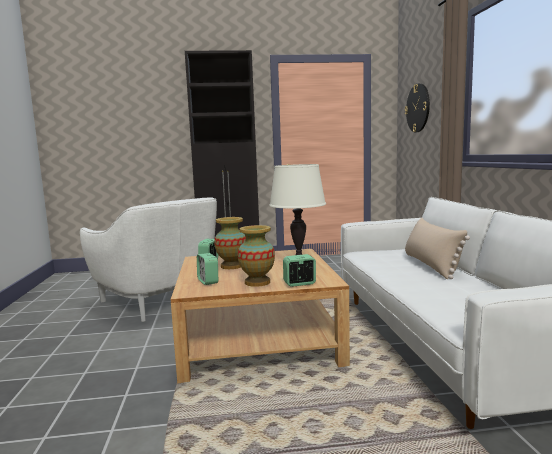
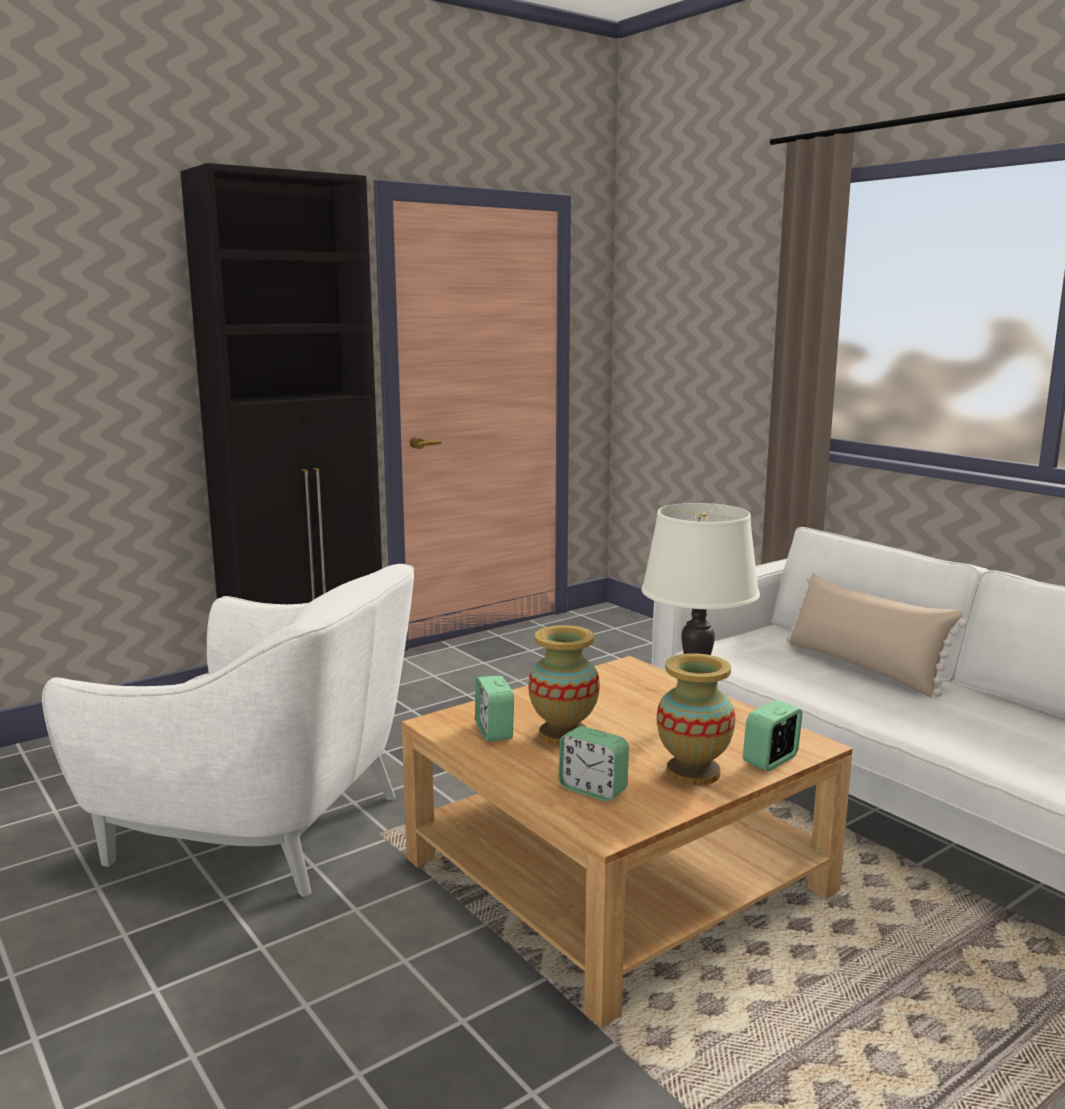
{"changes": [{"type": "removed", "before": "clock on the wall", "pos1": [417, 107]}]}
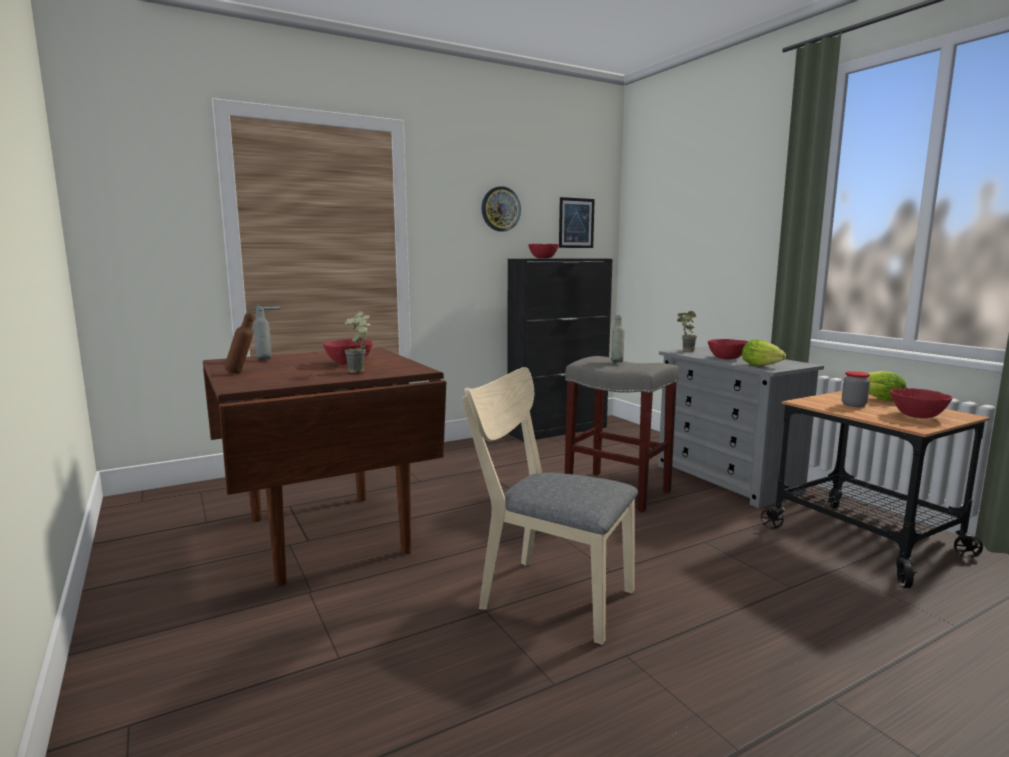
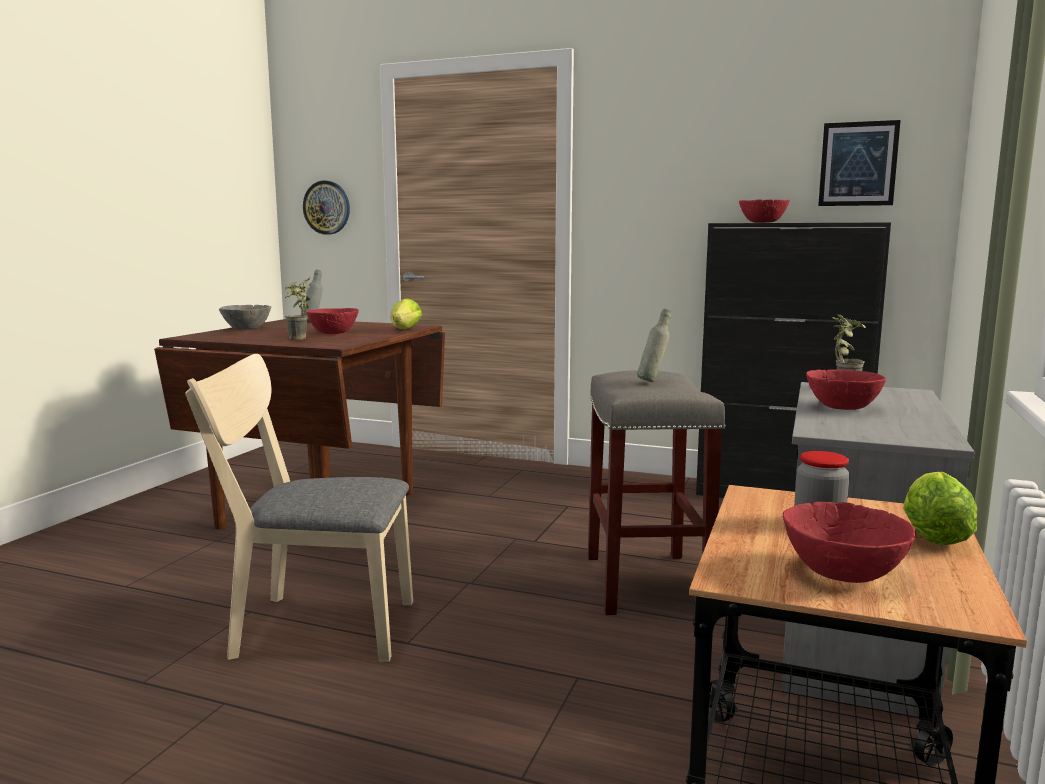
{"changes": [{"type": "moved", "before": "clock on the wall", "pos1": [501, 209], "pos2": [326, 208]}, {"type": "moved", "before": "lettuce", "pos1": [764, 353], "pos2": [406, 313]}, {"type": "replaced", "before": "brownish bottle", "after": "gray bowl", "pos1": [239, 343], "pos2": [245, 317]}, {"type": "turned", "before": "beige-coloured plain chair", "pos1": [550, 506], "pos2": [299, 508], "turn": -75}]}
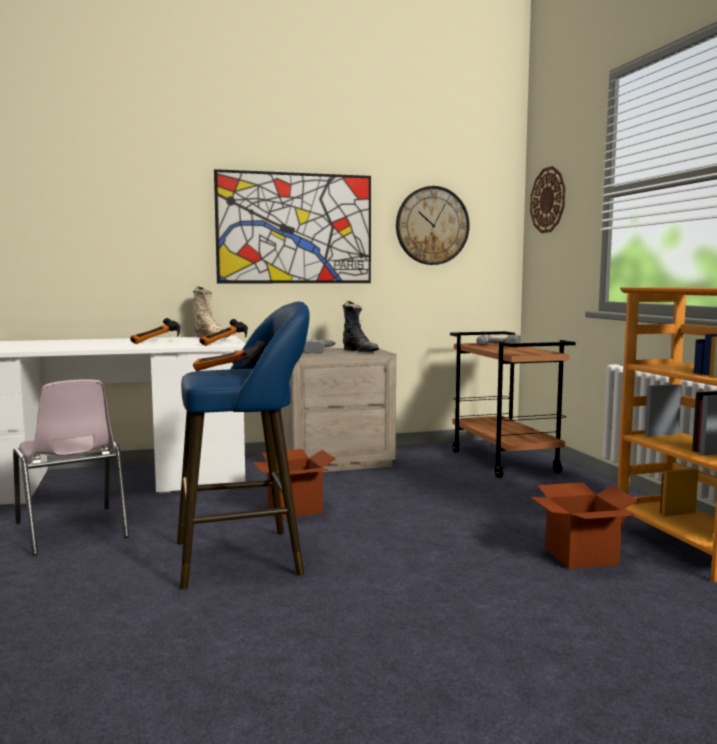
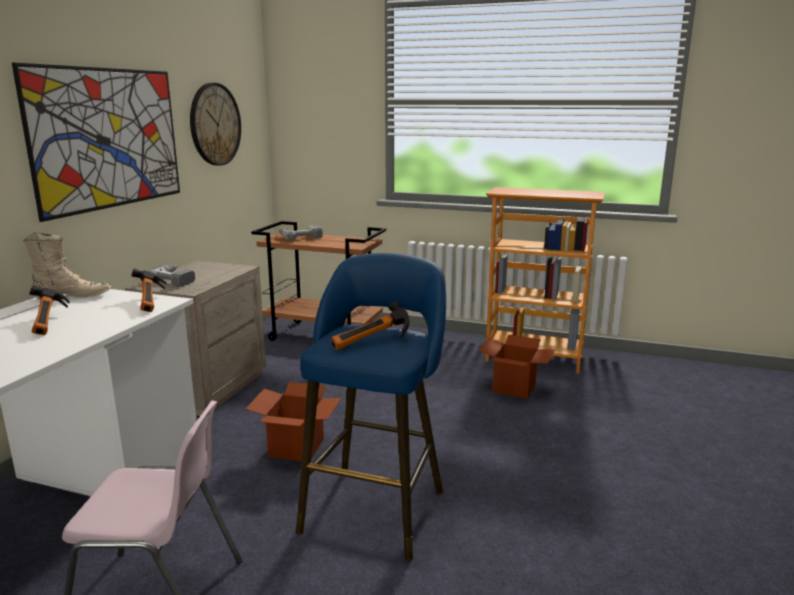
{"changes": [{"type": "removed", "before": "black-coloured high-top boot", "pos1": [360, 326]}, {"type": "removed", "before": "clock on the wall", "pos1": [548, 199]}]}
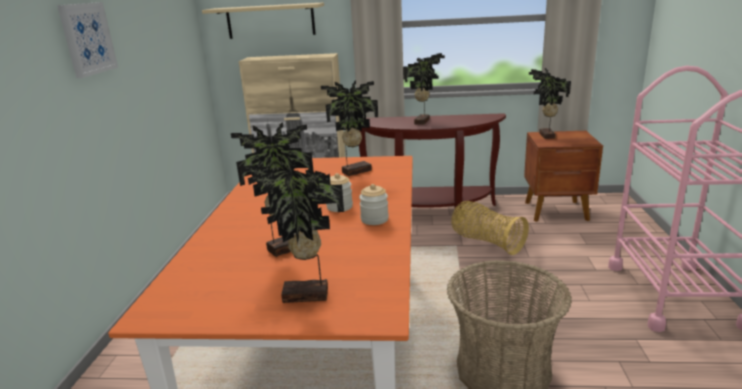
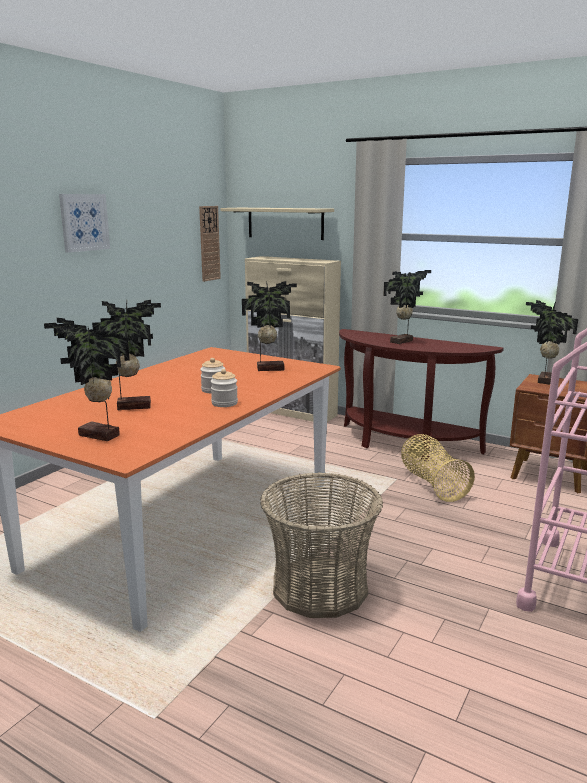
{"changes": [{"type": "added", "after": "clock on the wall", "pos2": [210, 244]}]}
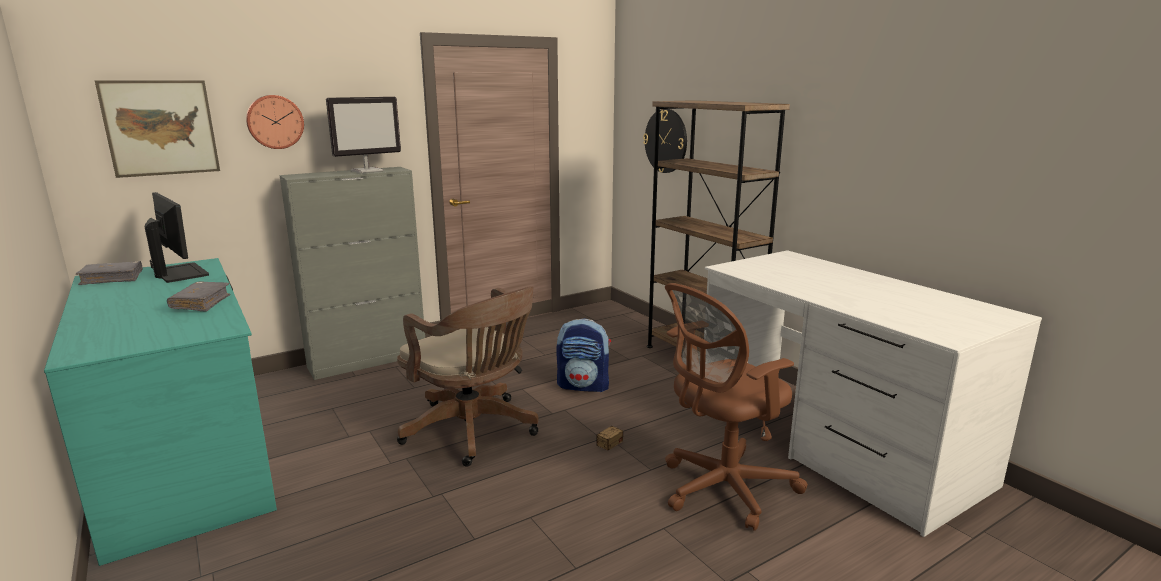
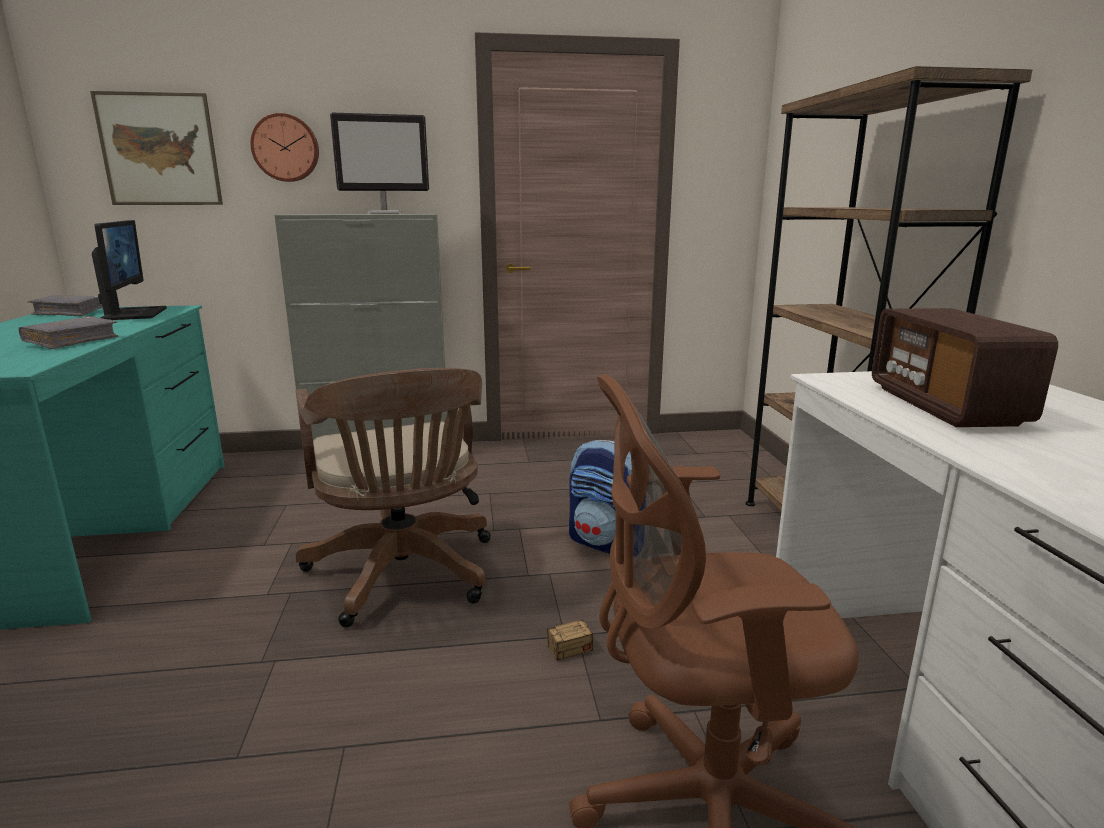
{"changes": [{"type": "removed", "before": "clock on the wall", "pos1": [665, 141]}, {"type": "added", "after": "radio receiver", "pos2": [965, 367]}]}
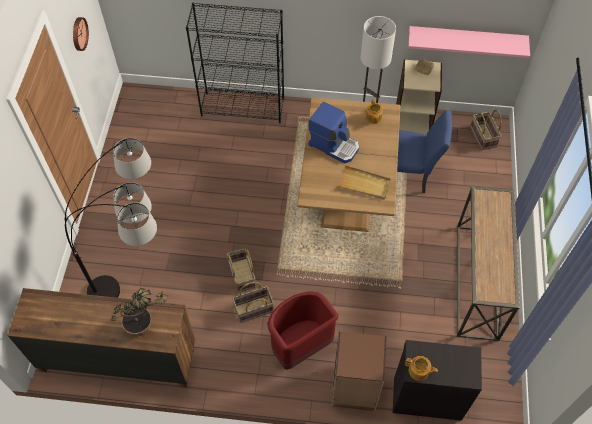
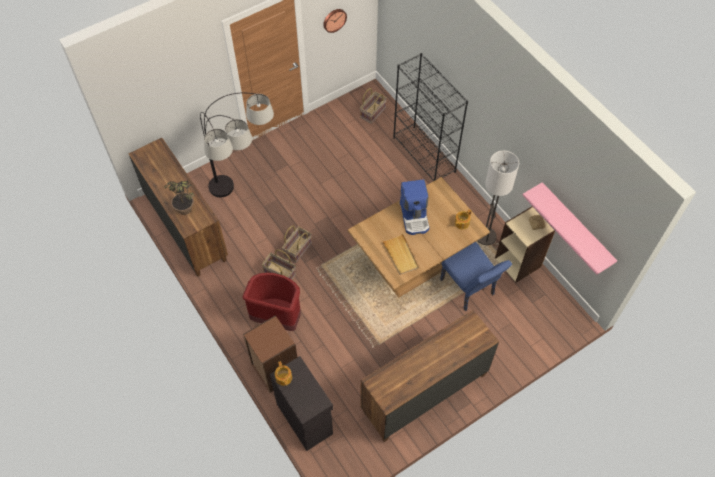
{"changes": [{"type": "moved", "before": "household basket", "pos1": [486, 130], "pos2": [373, 106]}, {"type": "replaced", "before": "hall table", "after": "brownish drawer chest", "pos1": [488, 263], "pos2": [429, 376]}]}
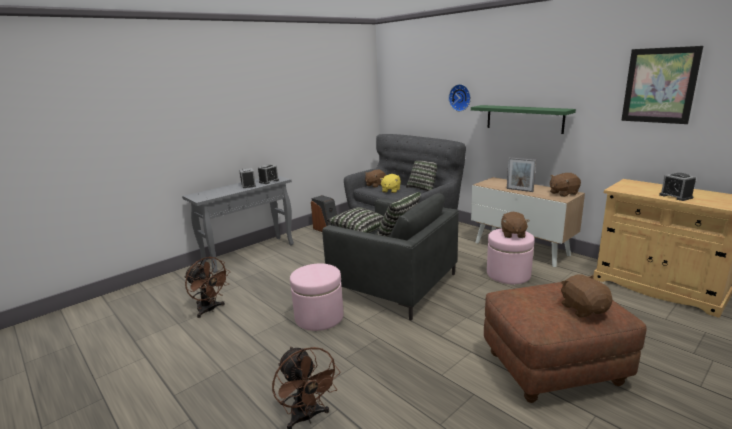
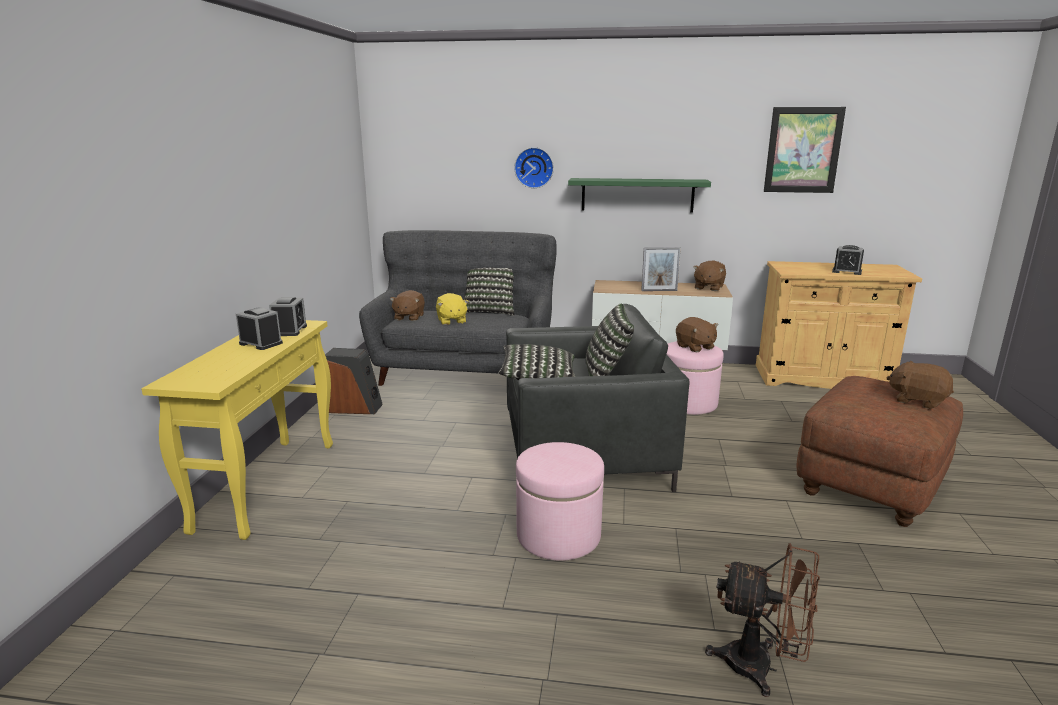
{"changes": [{"type": "removed", "before": "brownish fan", "pos1": [207, 287]}, {"type": "recoloured", "before": "gray hall table", "after": "yellow-coloured hall table", "pos1": [238, 224], "pos2": [237, 430]}]}
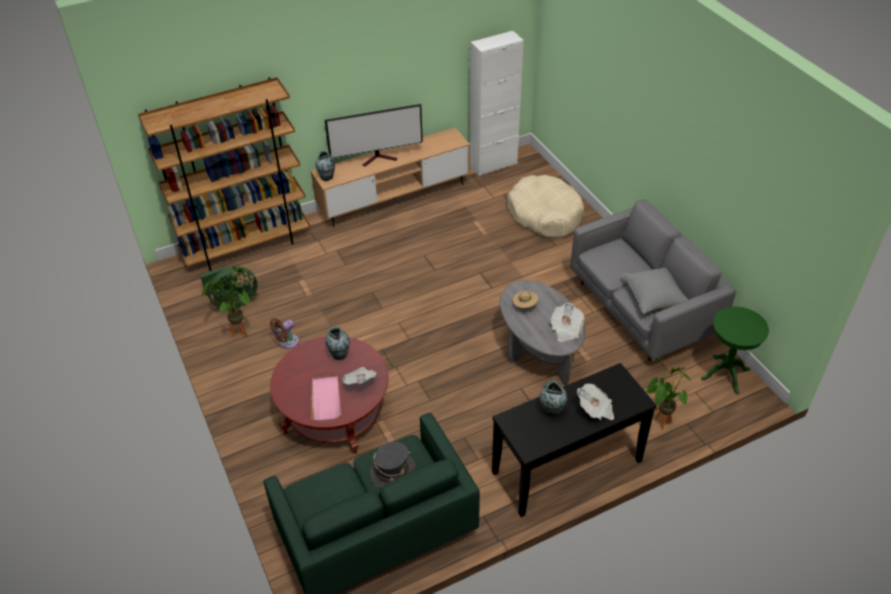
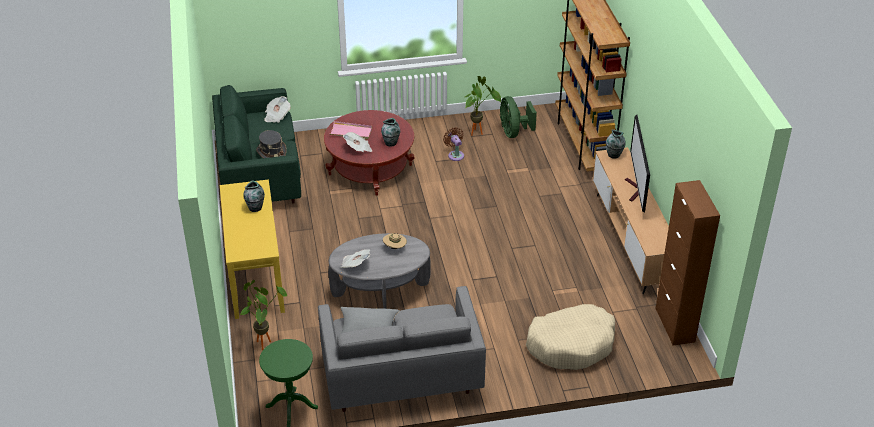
{"changes": [{"type": "moved", "before": "printed paper", "pos1": [595, 402], "pos2": [277, 109]}, {"type": "recoloured", "before": "whitish cabinet", "after": "brownish cabinet", "pos1": [497, 103], "pos2": [688, 263]}, {"type": "recoloured", "before": "black-coloured hall table", "after": "yellow-coloured hall table", "pos1": [574, 440], "pos2": [252, 249]}]}
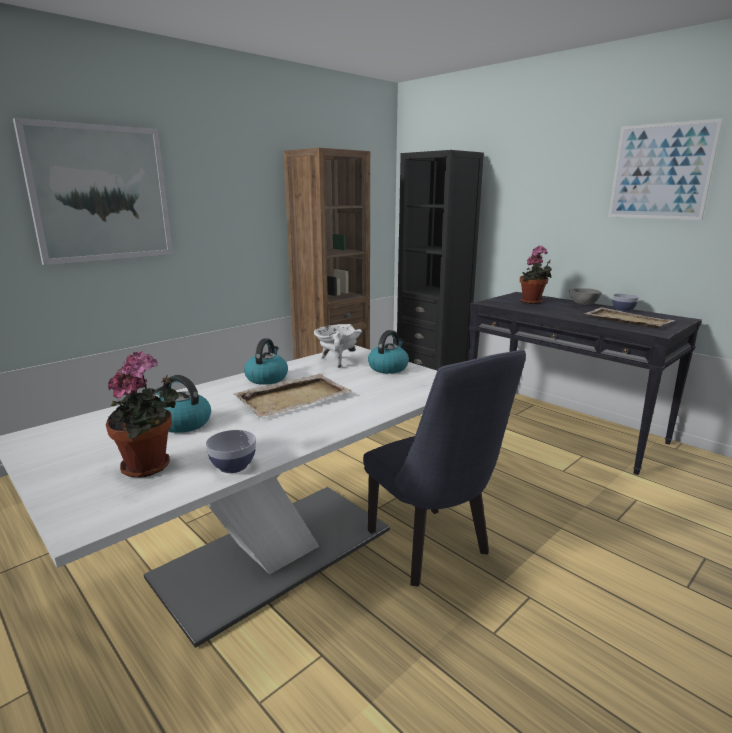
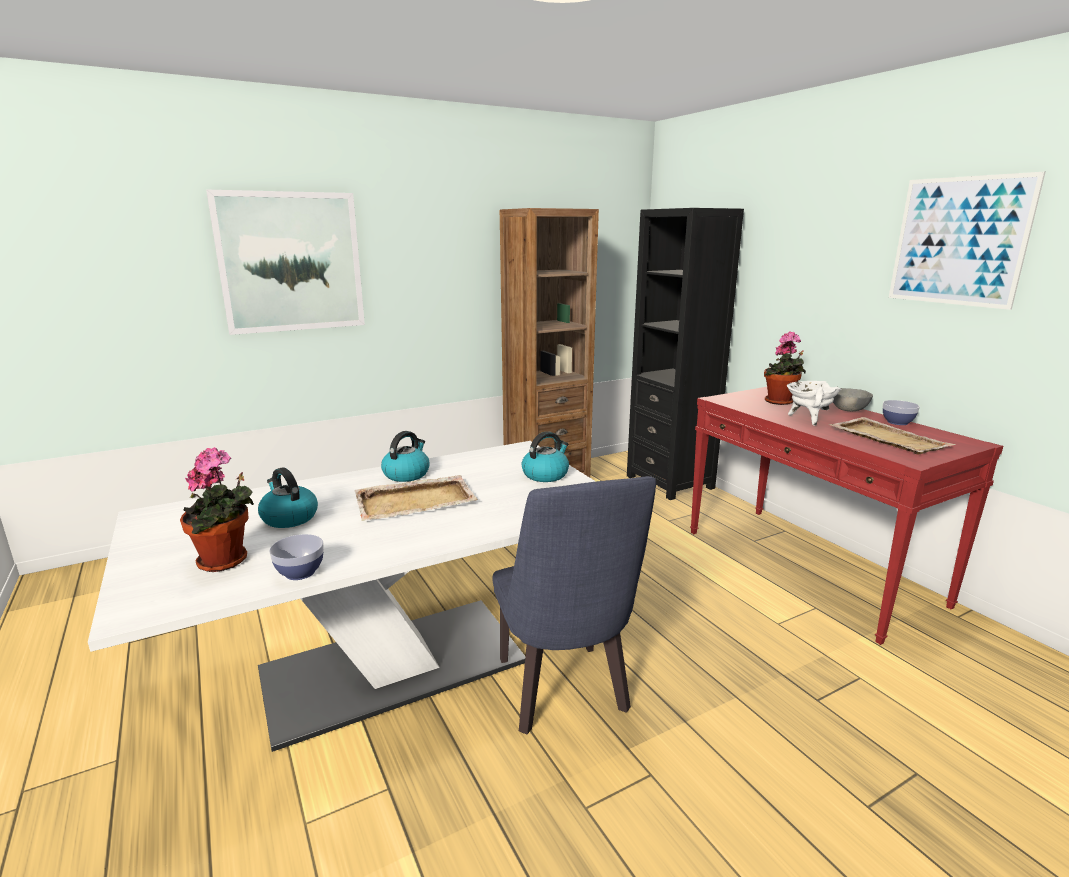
{"changes": [{"type": "moved", "before": "whitish cooking pot", "pos1": [338, 346], "pos2": [814, 403]}, {"type": "recoloured", "before": "black-coloured hall table", "after": "reddish hall table", "pos1": [585, 383], "pos2": [846, 516]}]}
